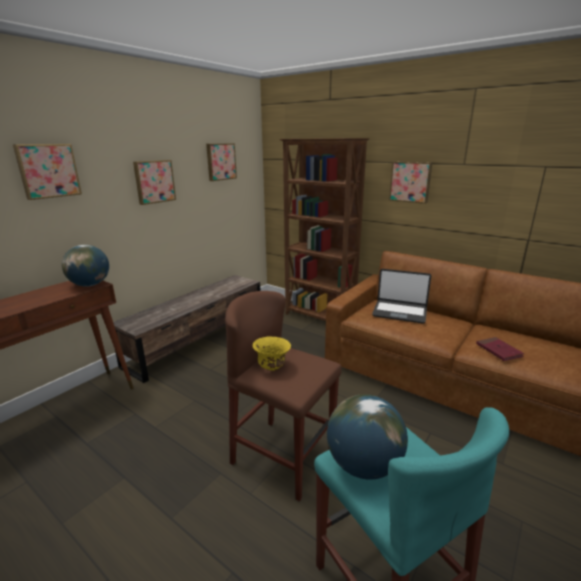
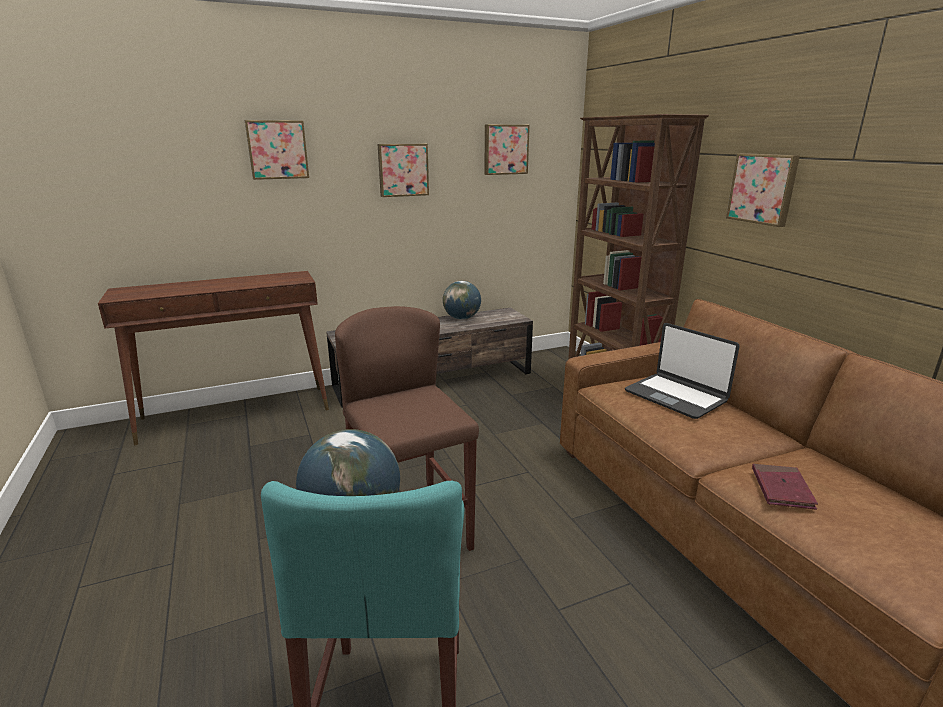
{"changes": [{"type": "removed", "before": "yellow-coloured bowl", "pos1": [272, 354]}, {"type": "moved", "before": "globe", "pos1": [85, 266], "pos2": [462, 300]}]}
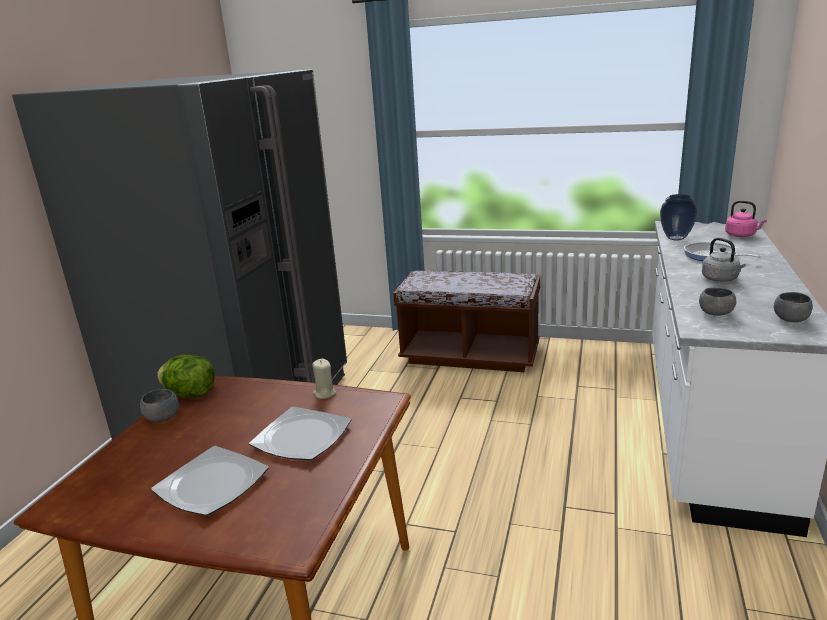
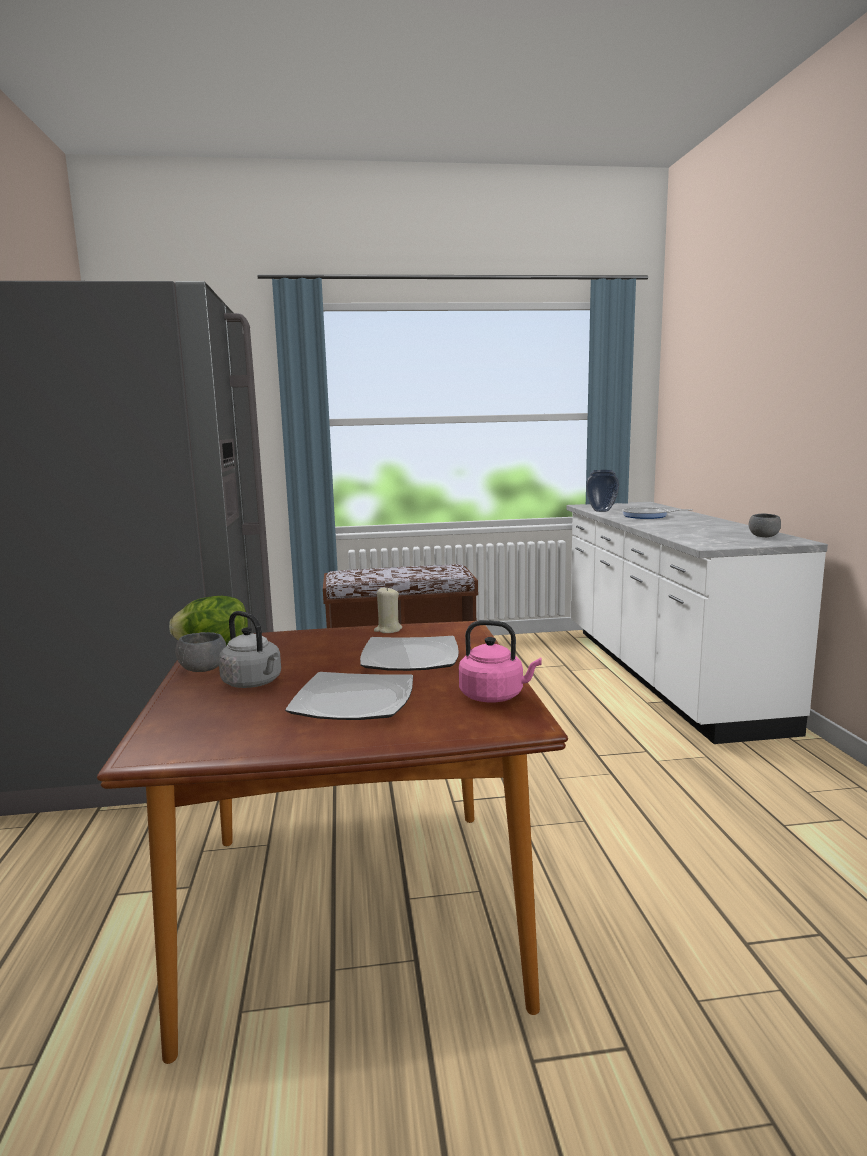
{"changes": [{"type": "removed", "before": "gray bowl", "pos1": [717, 301]}, {"type": "moved", "before": "gray kettle", "pos1": [724, 260], "pos2": [249, 649]}, {"type": "moved", "before": "pink-coloured kettle", "pos1": [746, 219], "pos2": [500, 661]}]}
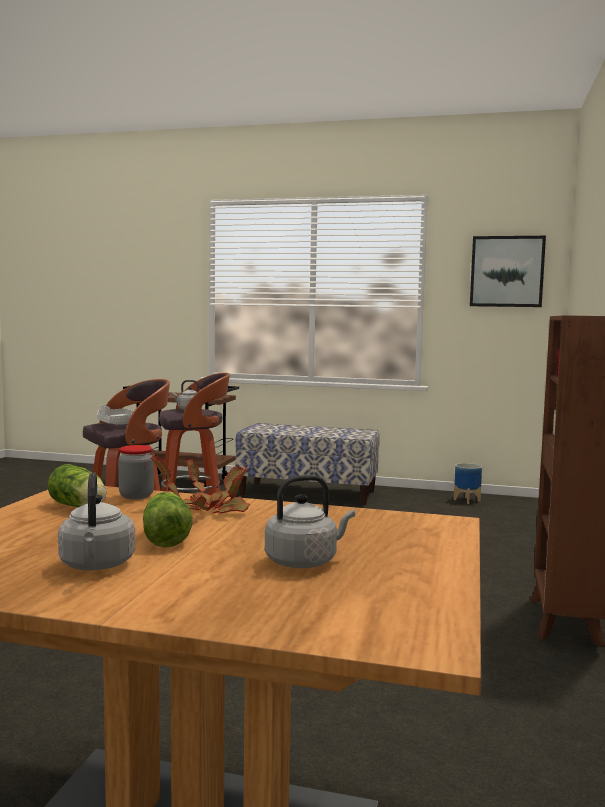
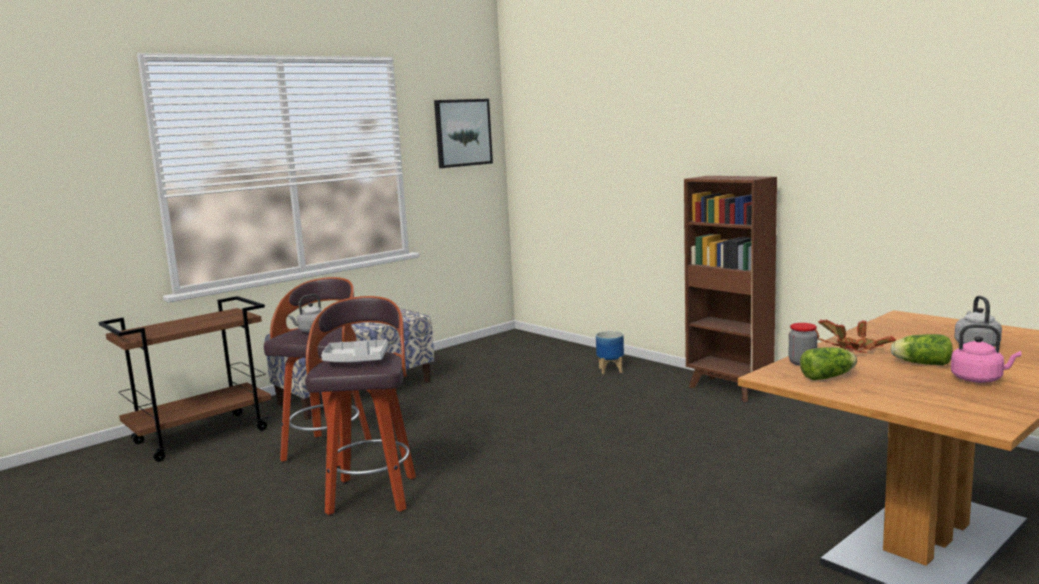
{"changes": [{"type": "moved", "before": "plant pot", "pos1": [468, 483], "pos2": [610, 352]}, {"type": "recoloured", "before": "gray kettle", "after": "pink-coloured kettle", "pos1": [96, 521], "pos2": [986, 353]}]}
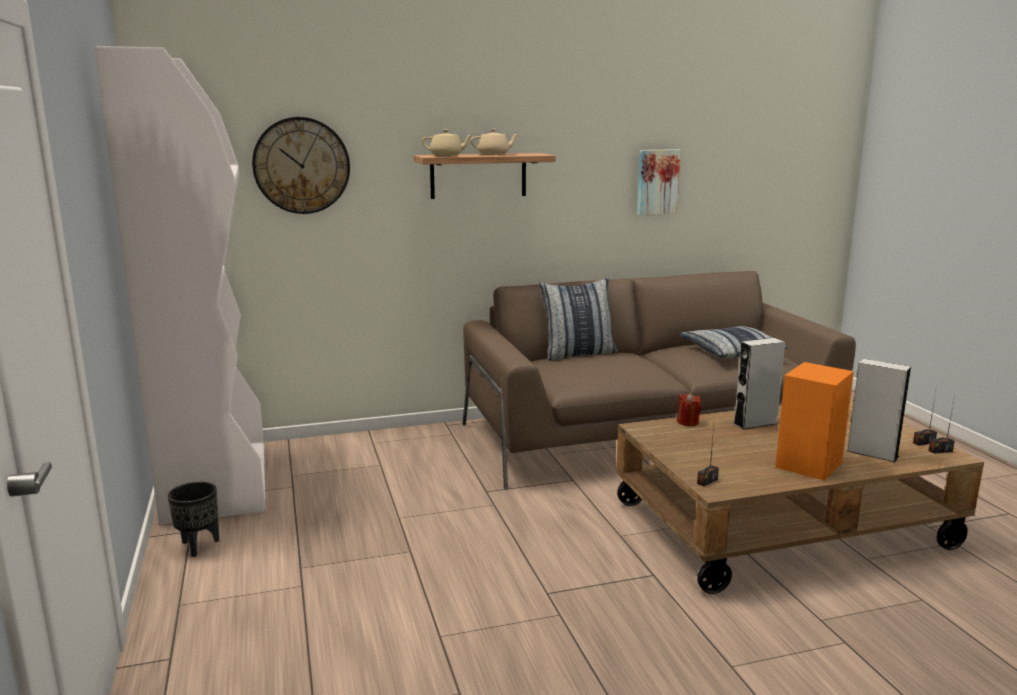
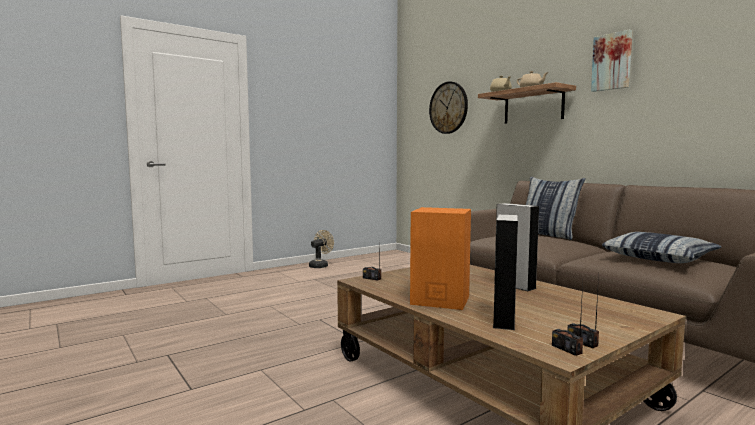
{"changes": [{"type": "removed", "before": "whitish bookcase", "pos1": [180, 285]}, {"type": "removed", "before": "reddish wax candle", "pos1": [689, 409]}, {"type": "moved", "before": "wall art", "pos1": [659, 182], "pos2": [612, 60]}, {"type": "replaced", "before": "black-coloured plant pot", "after": "beige-coloured fan", "pos1": [193, 519], "pos2": [321, 249]}]}
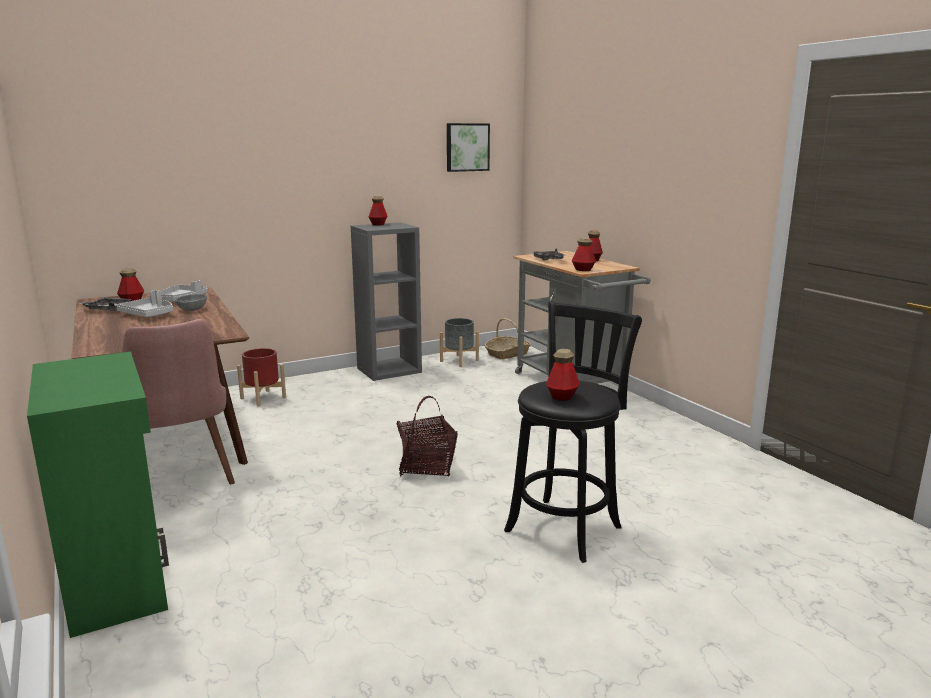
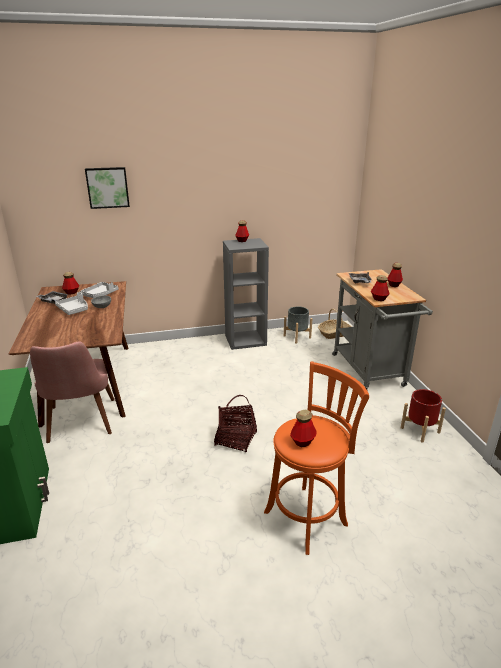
{"changes": [{"type": "moved", "before": "reddish plant pot", "pos1": [261, 377], "pos2": [423, 416]}, {"type": "moved", "before": "wall art", "pos1": [468, 147], "pos2": [107, 188]}, {"type": "recoloured", "before": "black-coloured sitting stool", "after": "orangey sitting stool", "pos1": [573, 432], "pos2": [316, 458]}]}
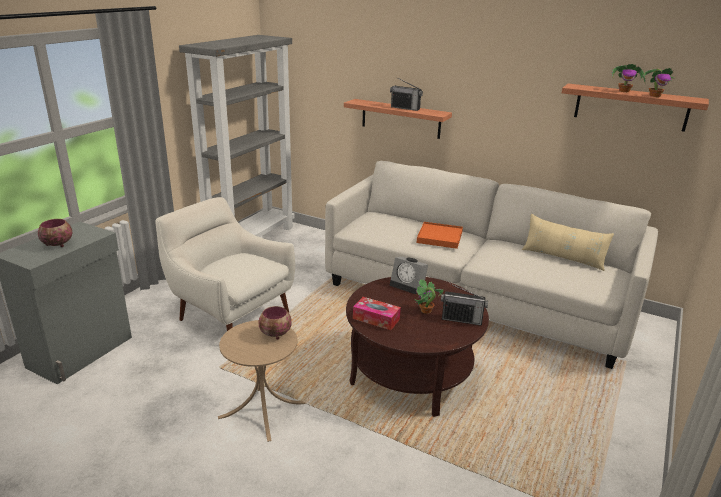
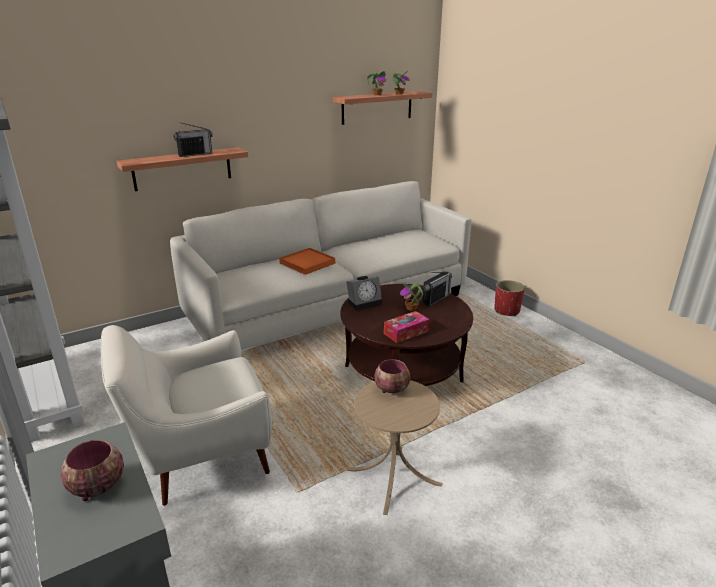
{"changes": [{"type": "removed", "before": "beige-coloured pillow", "pos1": [568, 242]}, {"type": "added", "after": "reddish plant pot", "pos2": [509, 298]}]}
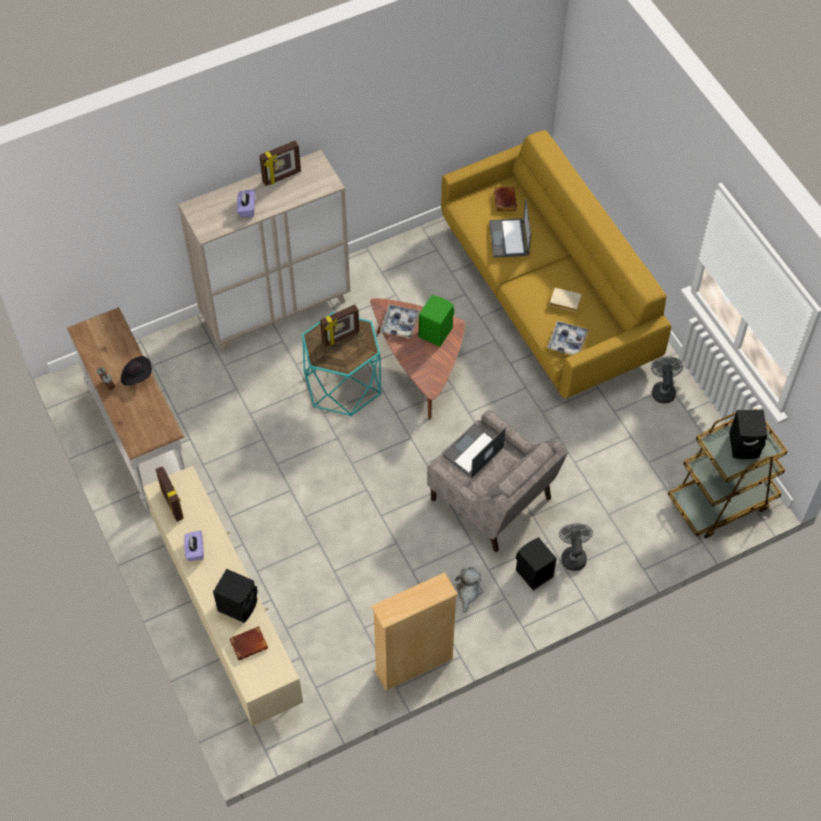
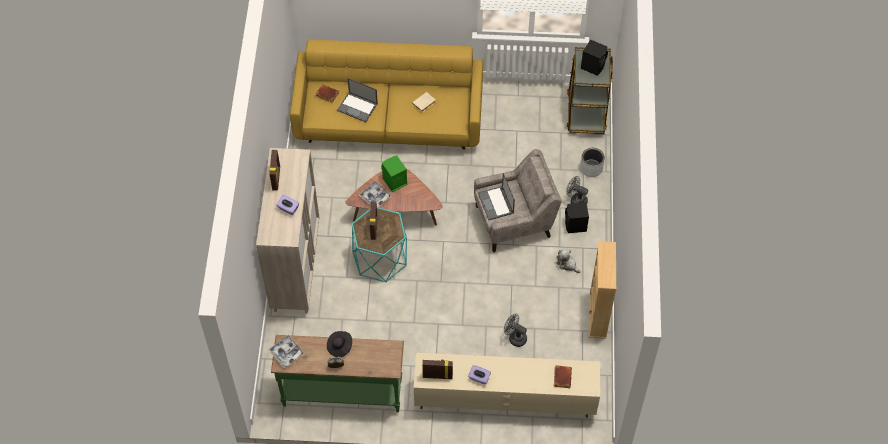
{"changes": [{"type": "removed", "before": "black-coloured loudspeaker", "pos1": [235, 596]}, {"type": "added", "after": "gray plant pot", "pos2": [592, 162]}, {"type": "moved", "before": "carrying tray", "pos1": [568, 338], "pos2": [286, 351]}, {"type": "moved", "before": "gray fan", "pos1": [667, 379], "pos2": [515, 330]}, {"type": "recoloured", "before": "whitish hall table", "after": "green-coloured hall table", "pos1": [126, 408], "pos2": [337, 373]}]}
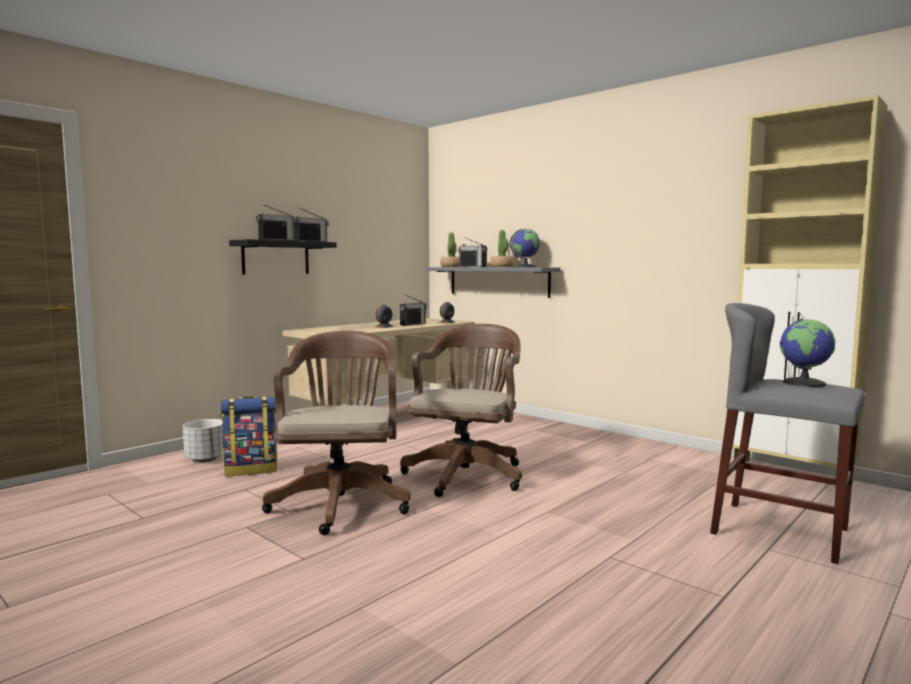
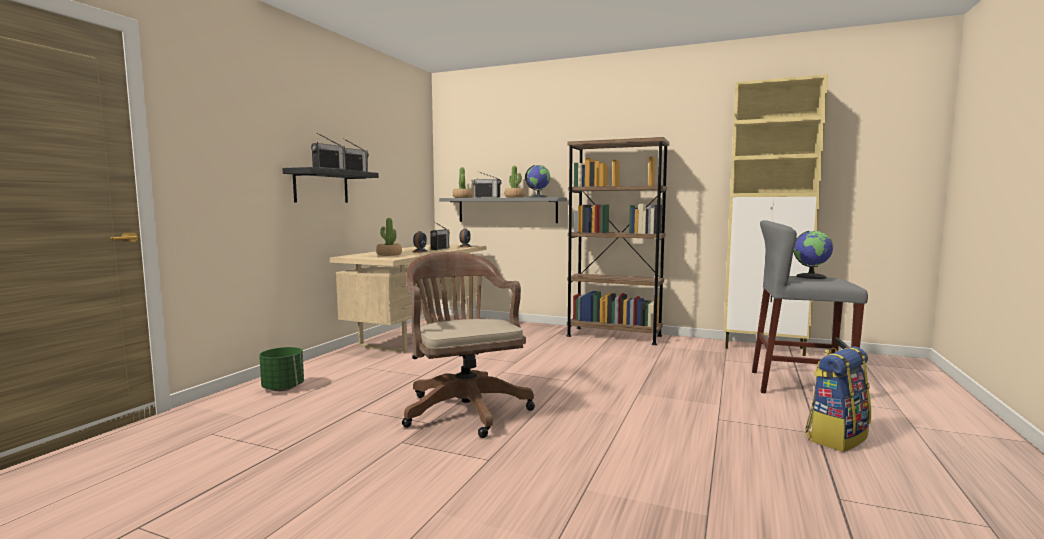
{"changes": [{"type": "removed", "before": "brownish computer chair", "pos1": [461, 410]}, {"type": "added", "after": "plant in a pot", "pos2": [389, 237]}, {"type": "added", "after": "brownish bookcase", "pos2": [618, 241]}, {"type": "moved", "before": "backpack", "pos1": [249, 436], "pos2": [838, 399]}, {"type": "recoloured", "before": "whitish plant pot", "after": "green-coloured plant pot", "pos1": [203, 440], "pos2": [281, 369]}]}
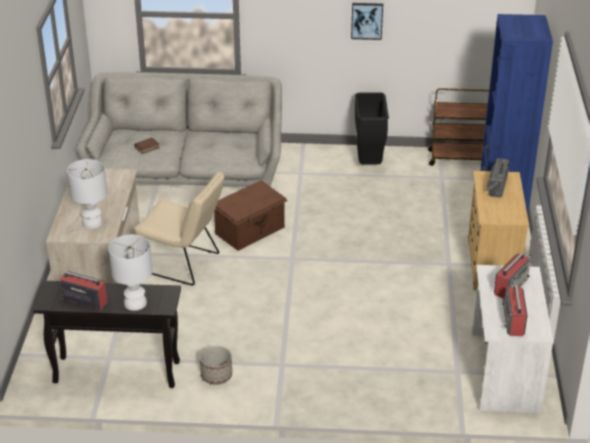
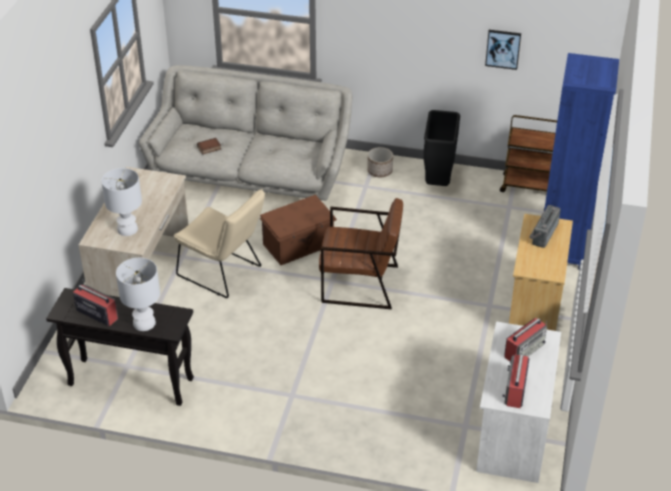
{"changes": [{"type": "added", "after": "brownish easy chair", "pos2": [361, 253]}, {"type": "moved", "before": "plant pot", "pos1": [216, 365], "pos2": [380, 162]}, {"type": "moved", "before": "wall art", "pos1": [367, 21], "pos2": [503, 50]}]}
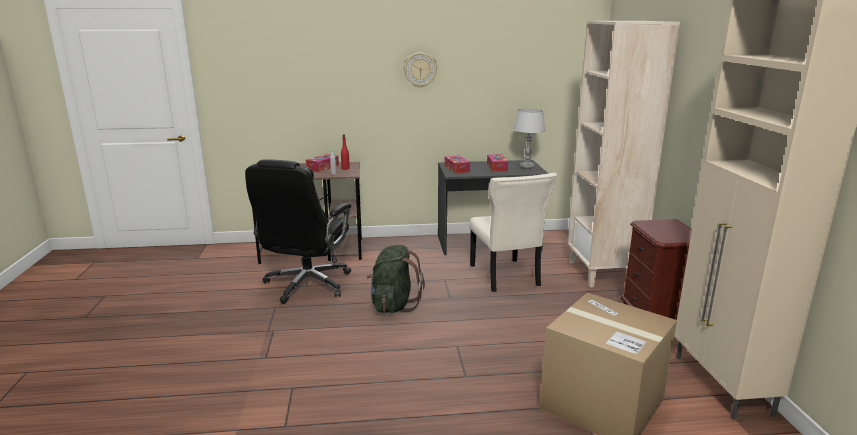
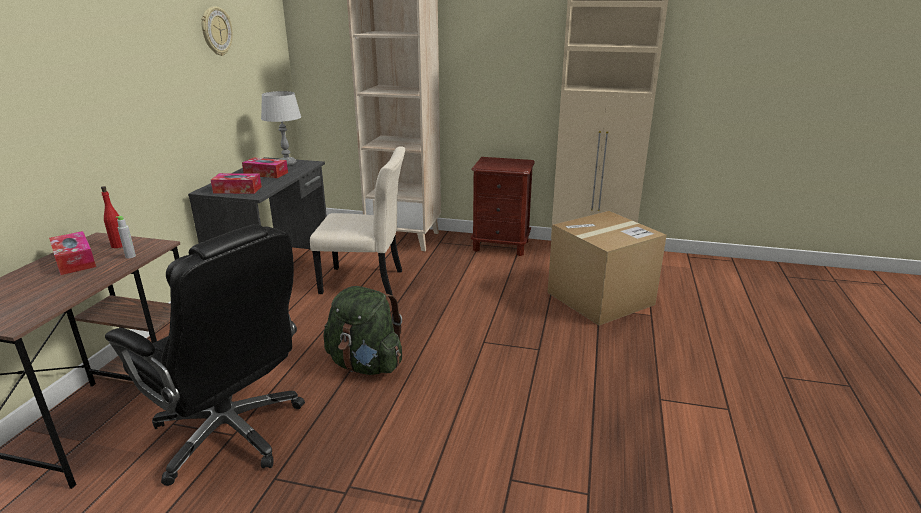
{"changes": [{"type": "moved", "before": "clock on the wall", "pos1": [420, 70], "pos2": [217, 31]}]}
